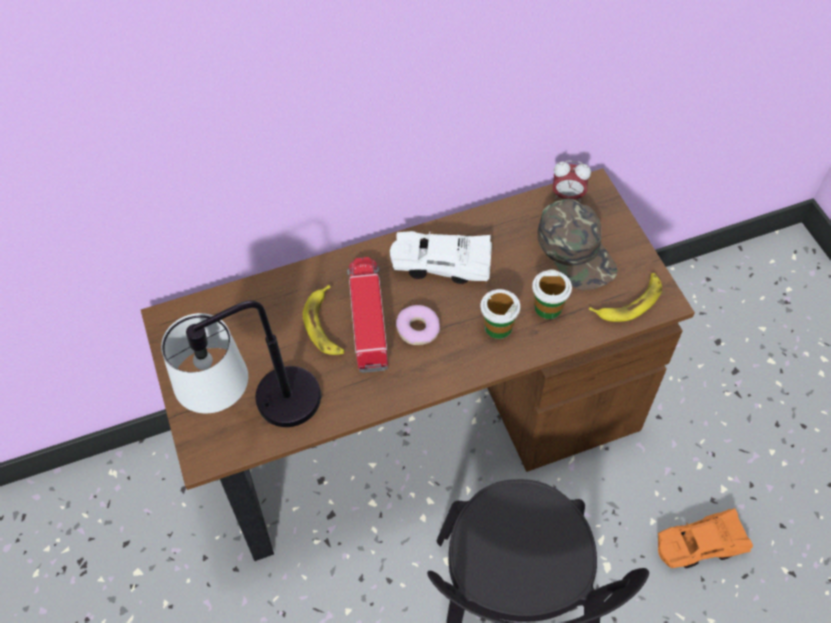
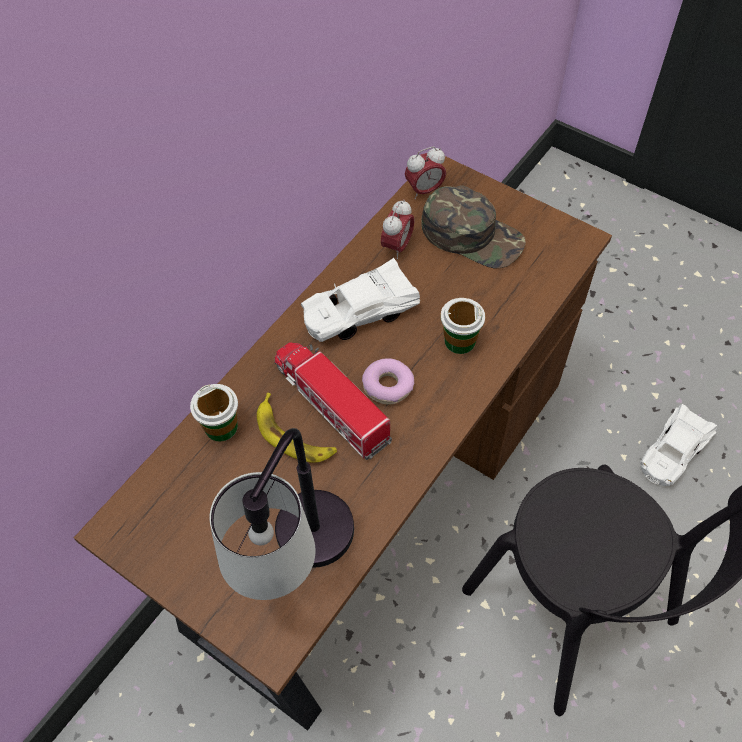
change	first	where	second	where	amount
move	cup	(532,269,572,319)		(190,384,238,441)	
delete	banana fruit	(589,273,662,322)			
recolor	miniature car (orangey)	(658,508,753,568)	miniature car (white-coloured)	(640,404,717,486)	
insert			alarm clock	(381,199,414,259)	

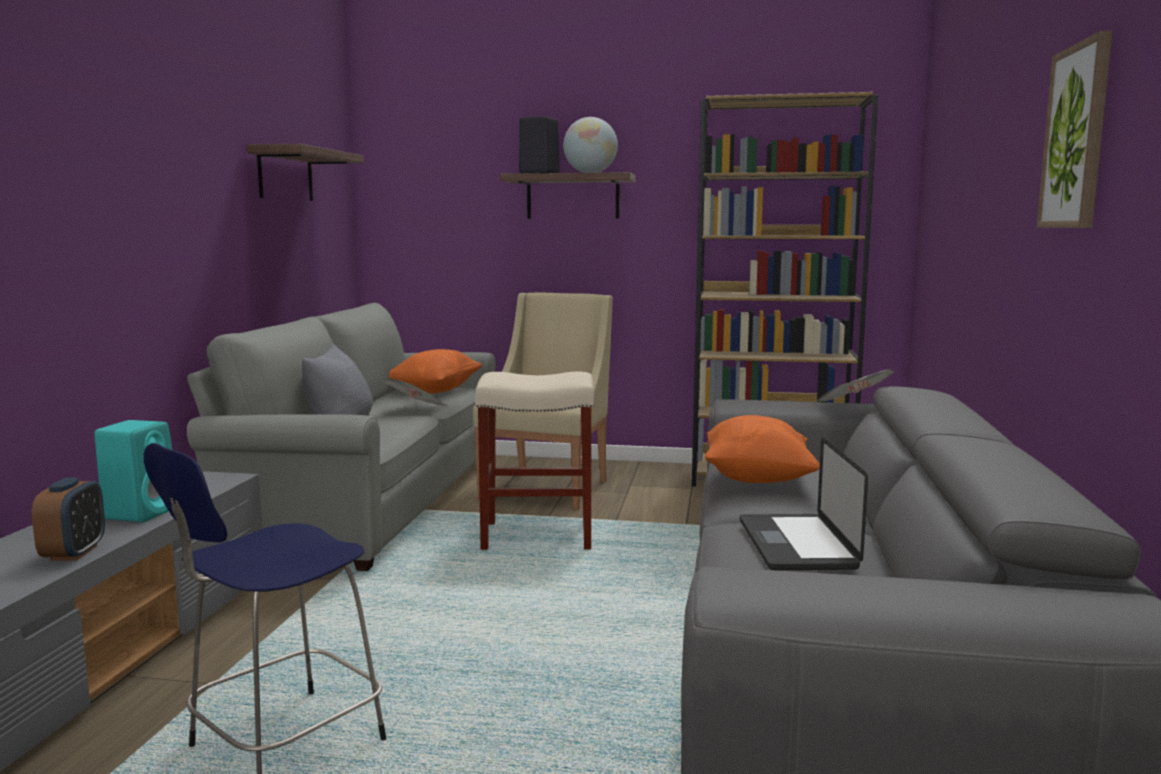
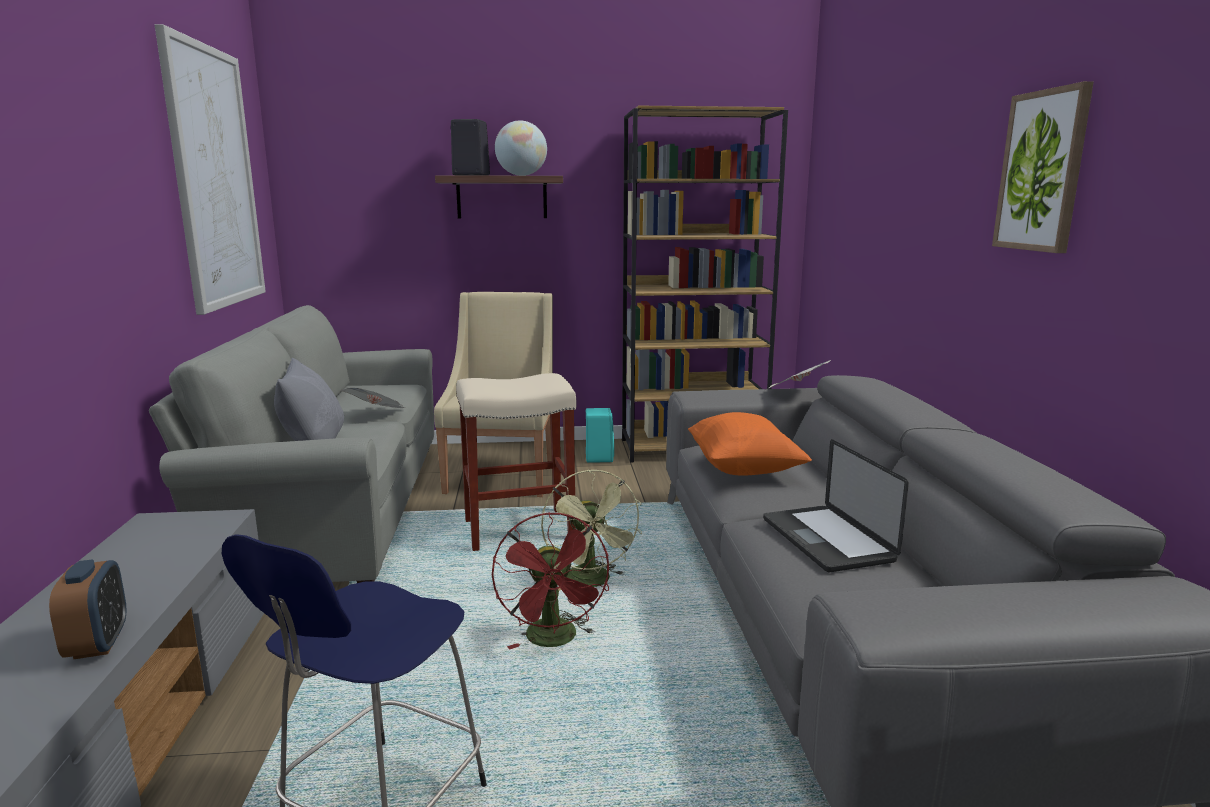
change	first	where	second	where	amount
replace	shelf	(247,144,364,201)	picture	(155,24,266,315)	
delete	throw pillow (orangey)	(389,349,482,393)			
move	loudspeaker (turquoise)	(94,420,172,522)		(586,408,614,463)	
insert			cooling fan (green)	(541,469,642,591)	
insert			cooling fan (red-coloured)	(492,512,609,649)	

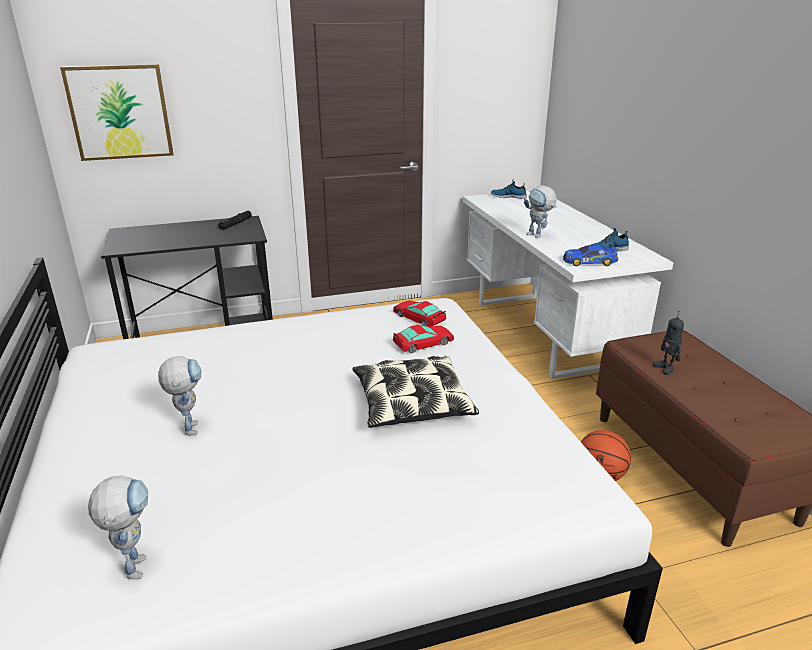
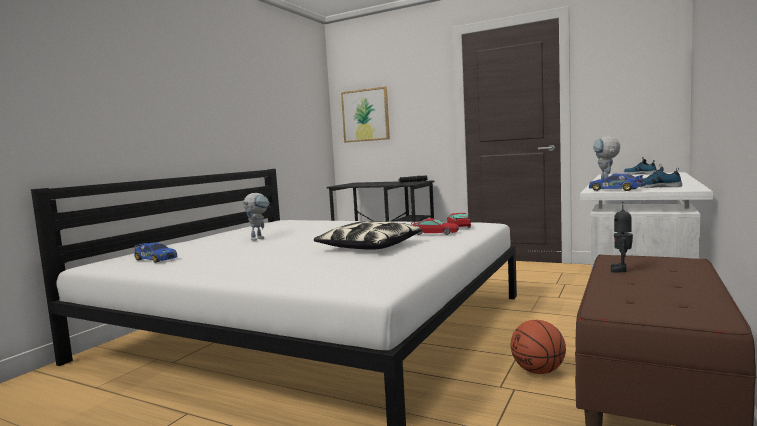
change	first	where	second	where	amount
replace	robot figure	(88,475,148,579)	miniature car	(134,242,177,263)	

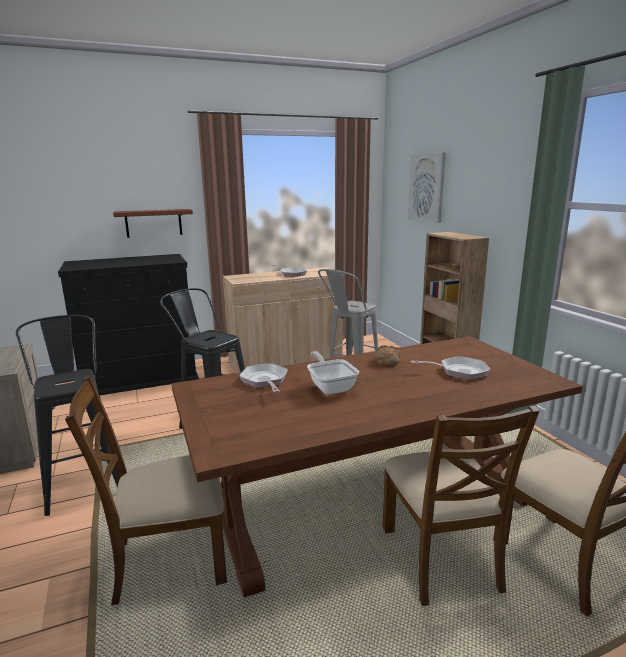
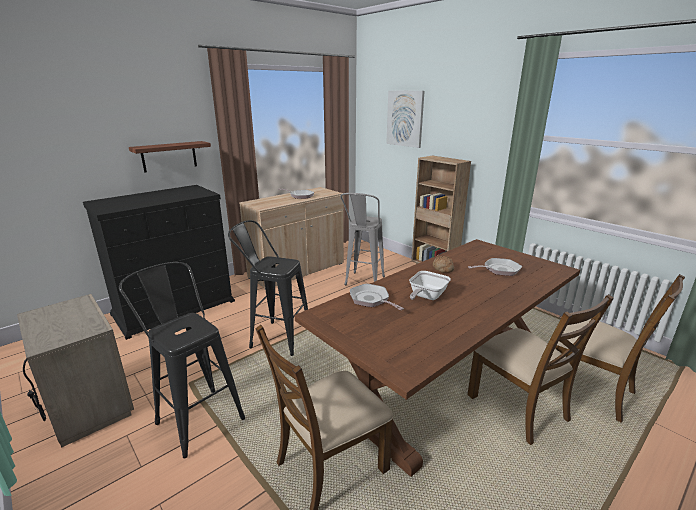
change	first	where	second	where	amount
rotate	frying pan	(307,351,359,395)		(409,271,451,300)	105 degrees counterclockwise

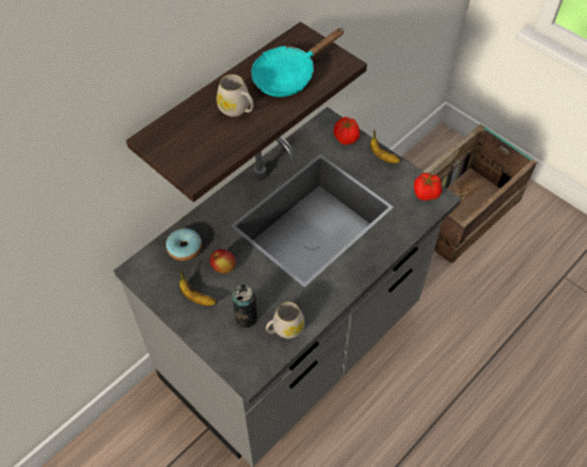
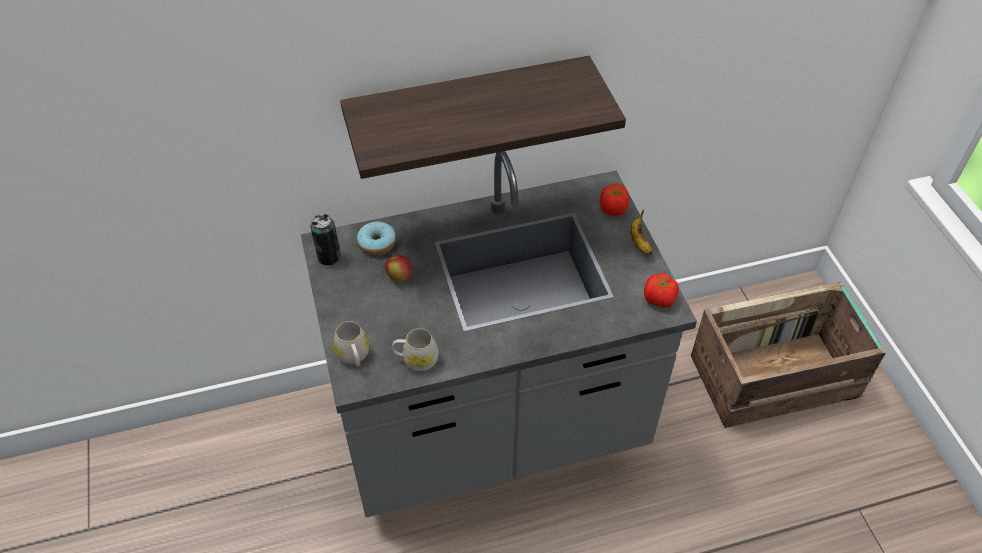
change	first	where	second	where	amount
delete	frying pan (turquoise)	(251,28,344,97)			
move	coffee mug (white-coloured)	(216,74,254,117)		(333,321,369,366)	
delete	banana fruit	(179,270,217,306)			
move	sealed can	(232,285,258,328)		(310,214,341,265)	

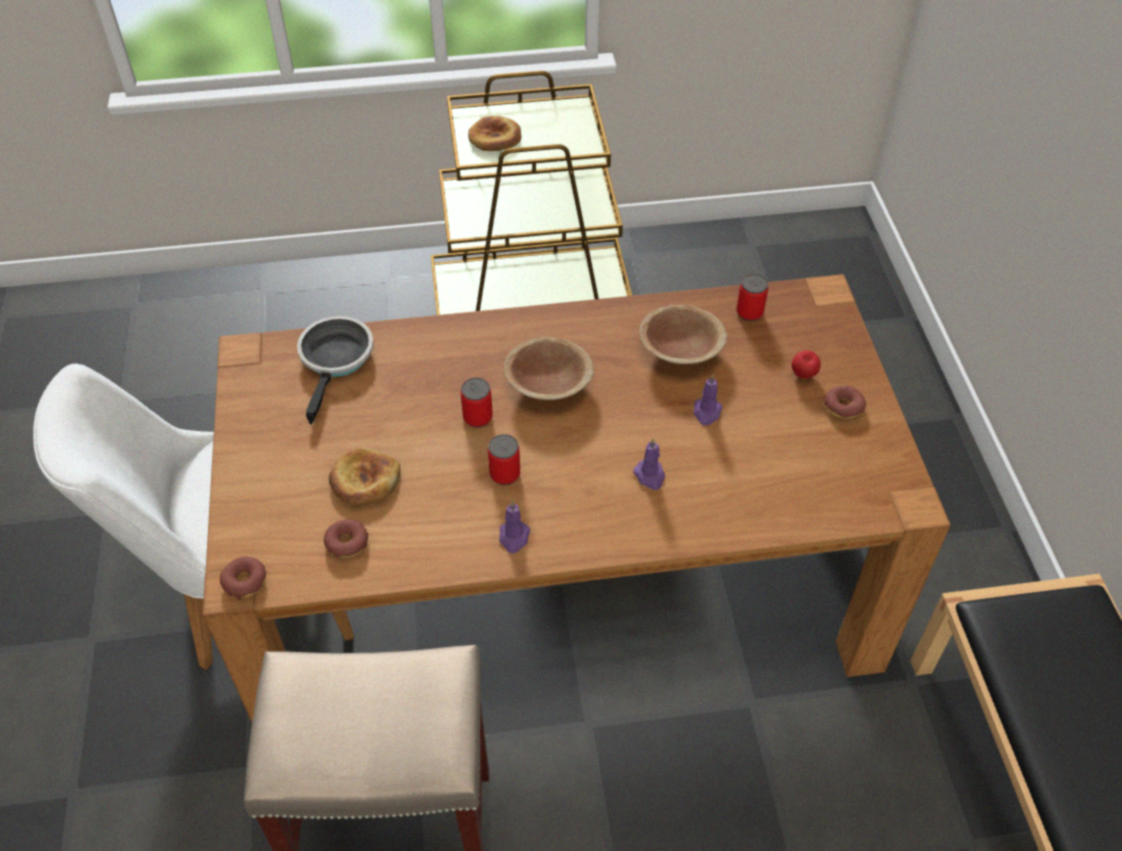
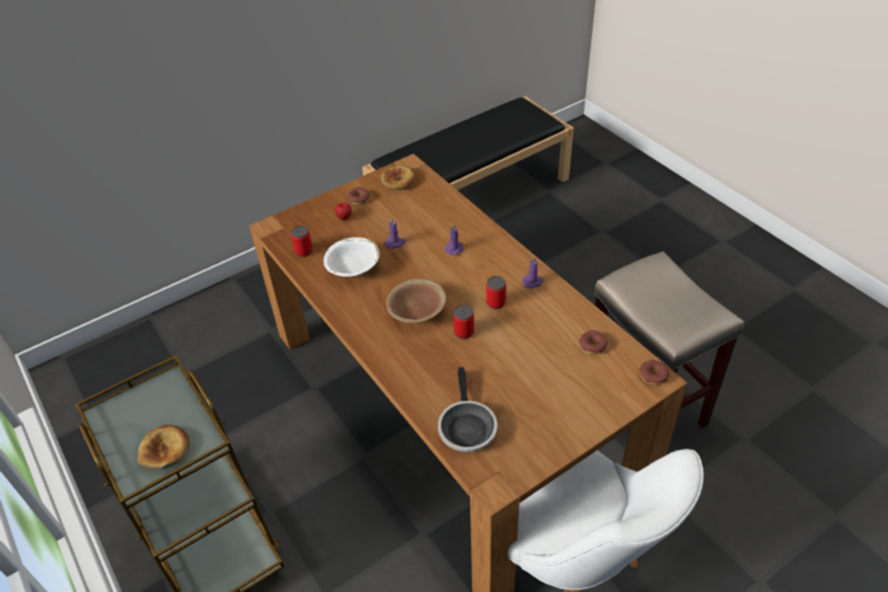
change	first	where	second	where	amount
recolor	serving bowl (brown)	(639,305,727,365)	serving bowl (white-coloured)	(323,237,380,277)	
rotate	frying pan	(297,316,374,424)		(438,367,497,452)	75 degrees counterclockwise
move	baked bread	(329,448,401,506)		(381,166,417,190)	

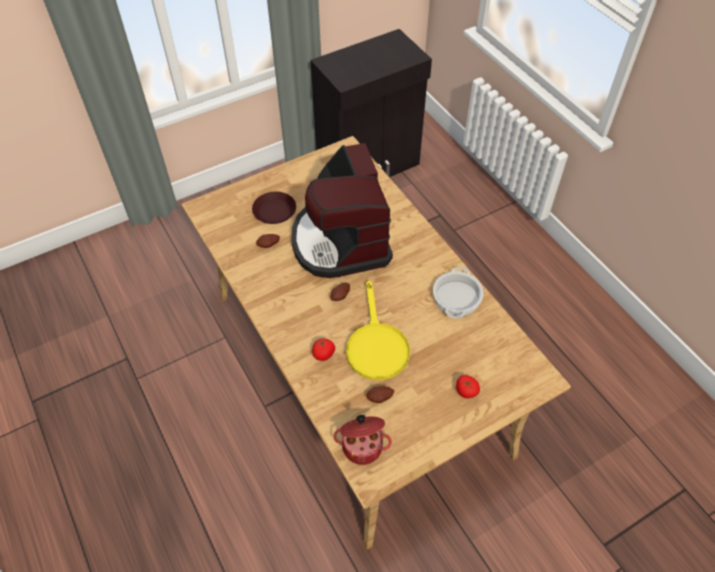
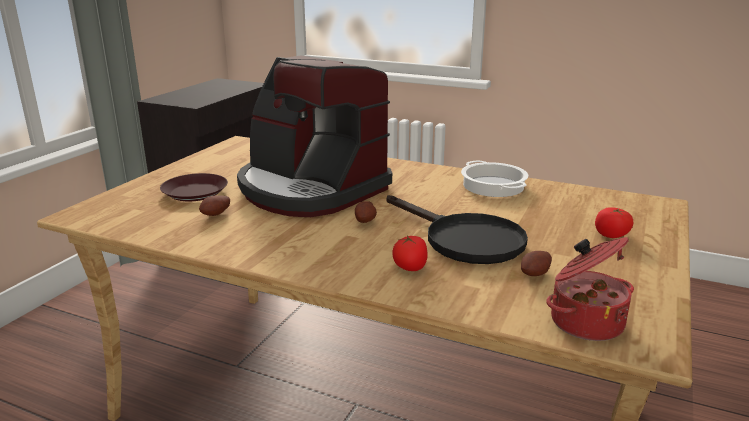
change	first	where	second	where	amount
recolor	frying pan (yellow-coloured)	(346,281,410,380)	frying pan (black)	(387,195,528,264)	

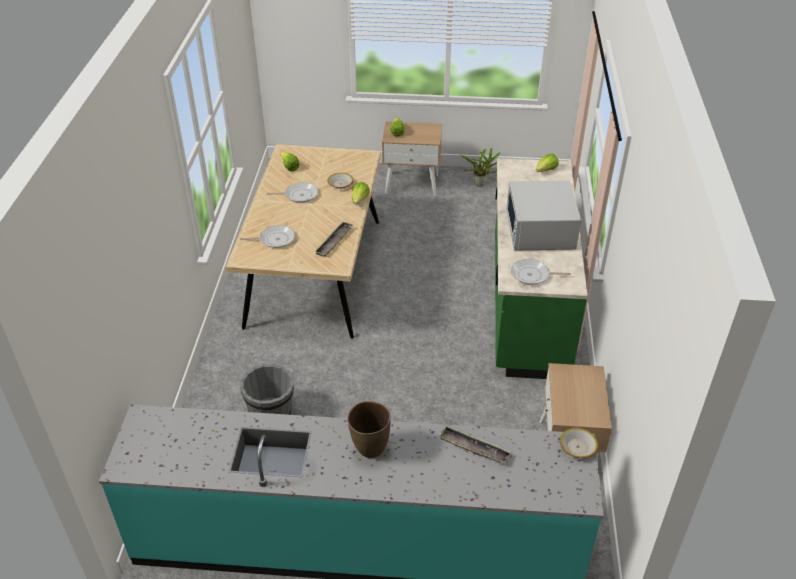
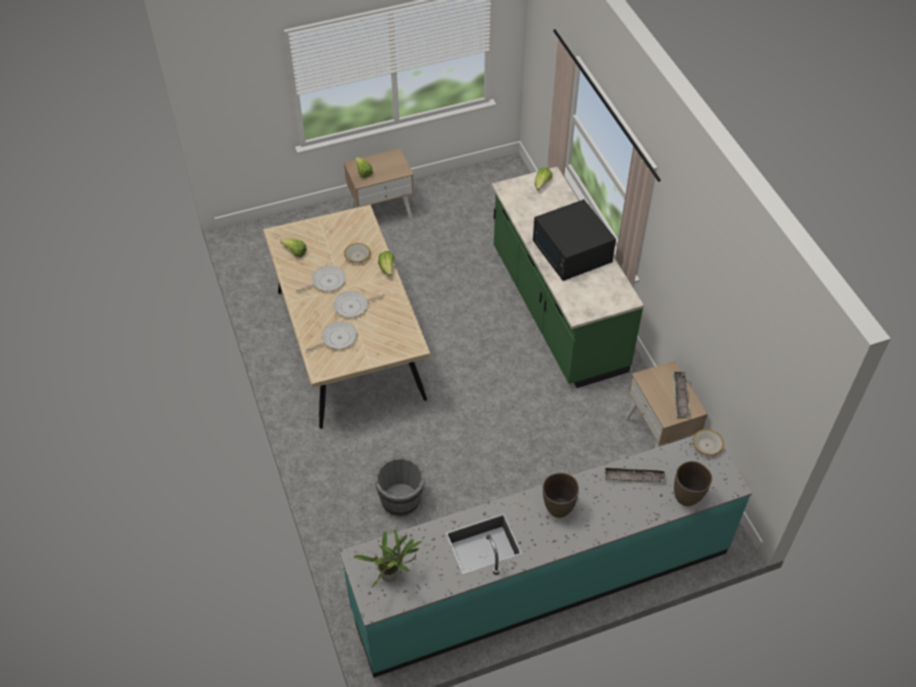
change	first	where	second	where	amount
move	houseplant	(460,148,501,187)		(353,529,423,588)	
recolor	kitchen microwave (white-coloured)	(506,181,581,250)	kitchen microwave (black)	(533,199,616,281)	
move	carrying tray	(314,222,353,257)		(672,372,690,418)	
move	frying pan	(511,259,571,285)		(334,291,385,317)	
insert			decorative vase (brown)	(674,461,712,506)	

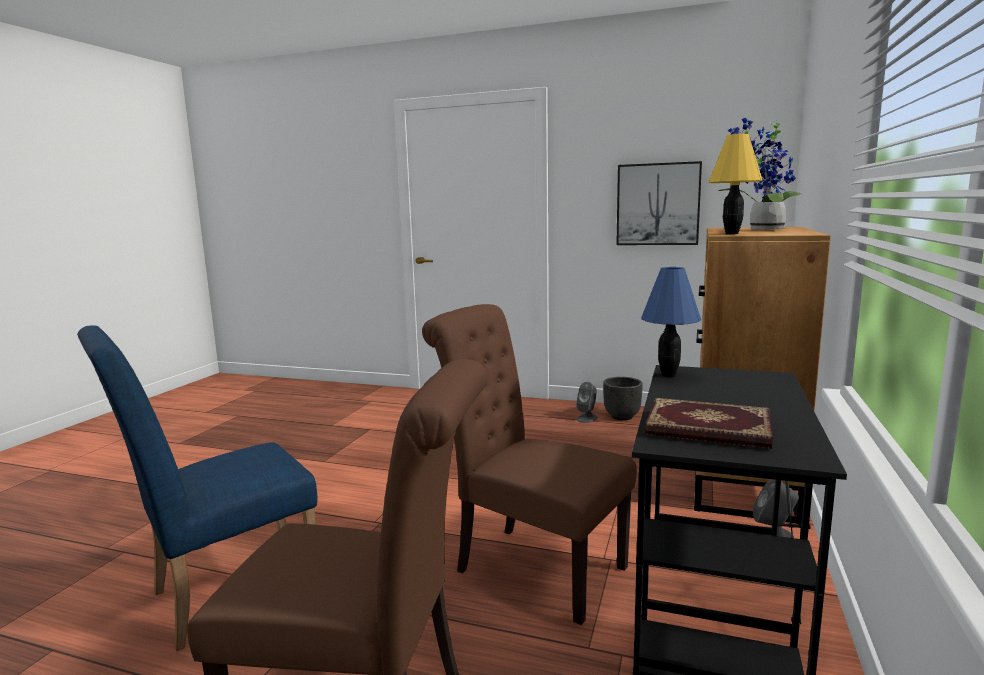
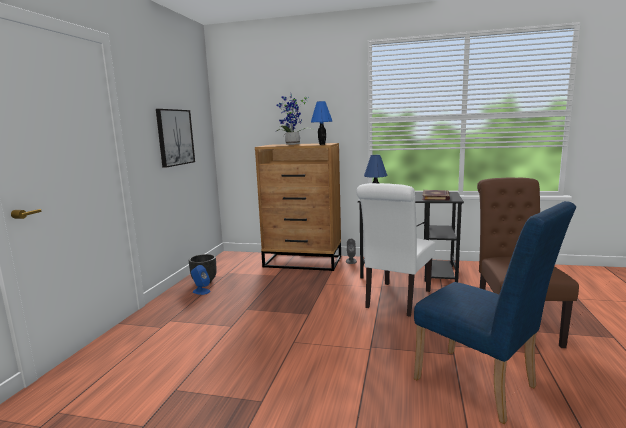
change	first	where	second	where	amount
recolor	table lamp (yellow-coloured)	(708,134,763,234)	table lamp (blue-coloured)	(311,101,332,145)	
recolor	upright chair (brown)	(422,304,637,625)	upright chair (white-coloured)	(356,183,436,317)	
recolor	loudspeaker (greyish)	(576,382,598,423)	loudspeaker (blue-coloured)	(191,265,210,295)	

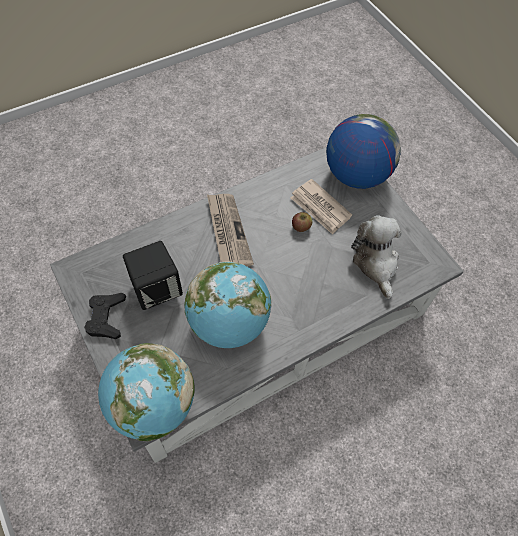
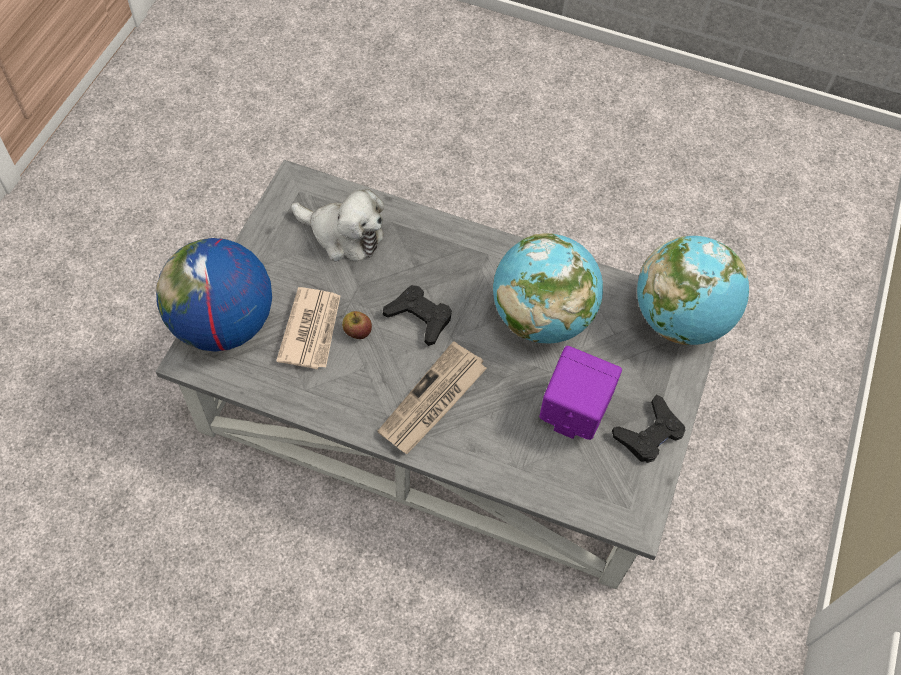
change	first	where	second	where	amount
rotate	cuddly toy	(351,215,402,299)		(291,189,384,261)	105 degrees counterclockwise
recolor	loudspeaker (black)	(123,241,183,310)	loudspeaker (purple)	(539,346,622,440)	
insert			game controller (black)	(383,285,452,346)	

